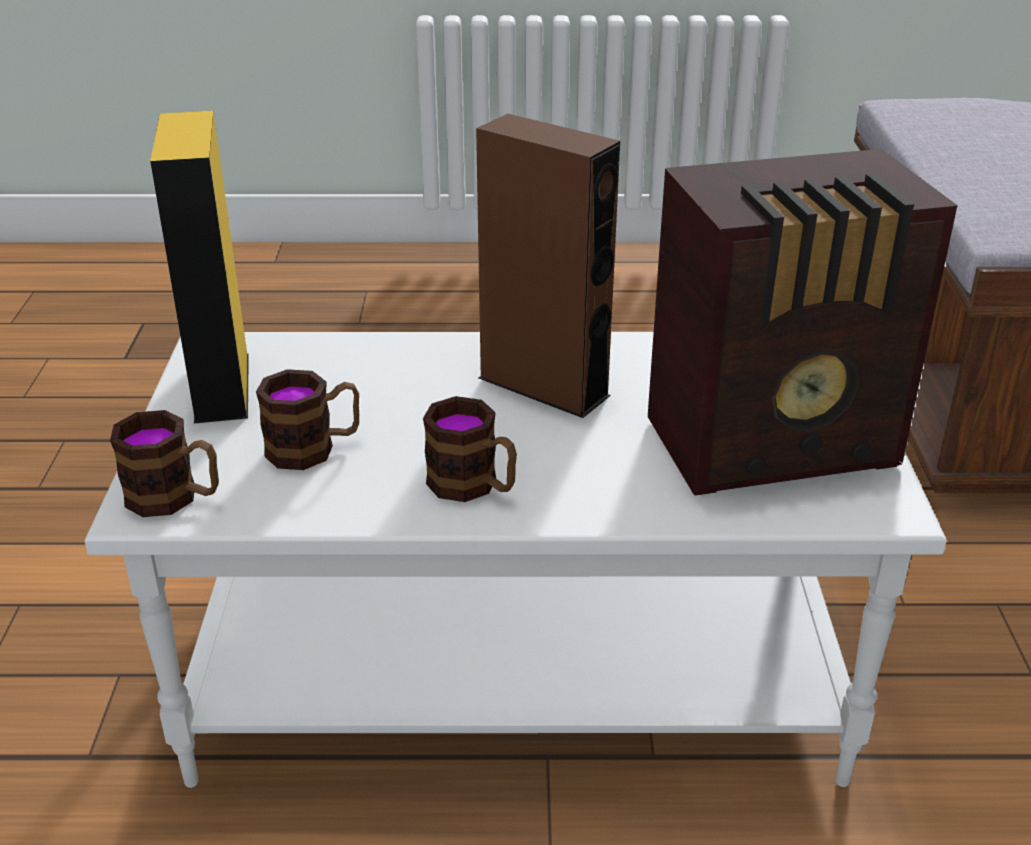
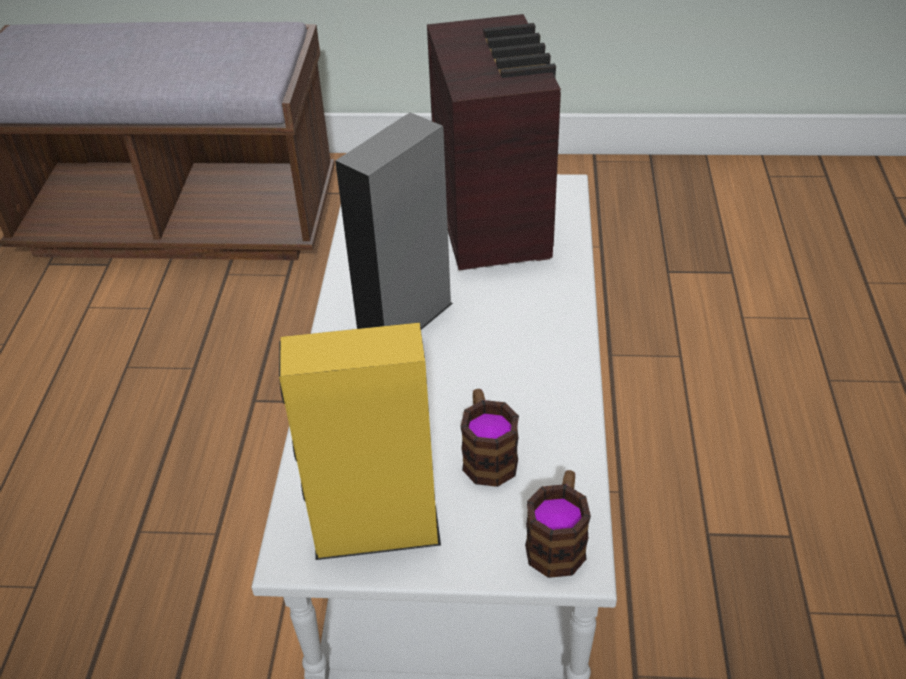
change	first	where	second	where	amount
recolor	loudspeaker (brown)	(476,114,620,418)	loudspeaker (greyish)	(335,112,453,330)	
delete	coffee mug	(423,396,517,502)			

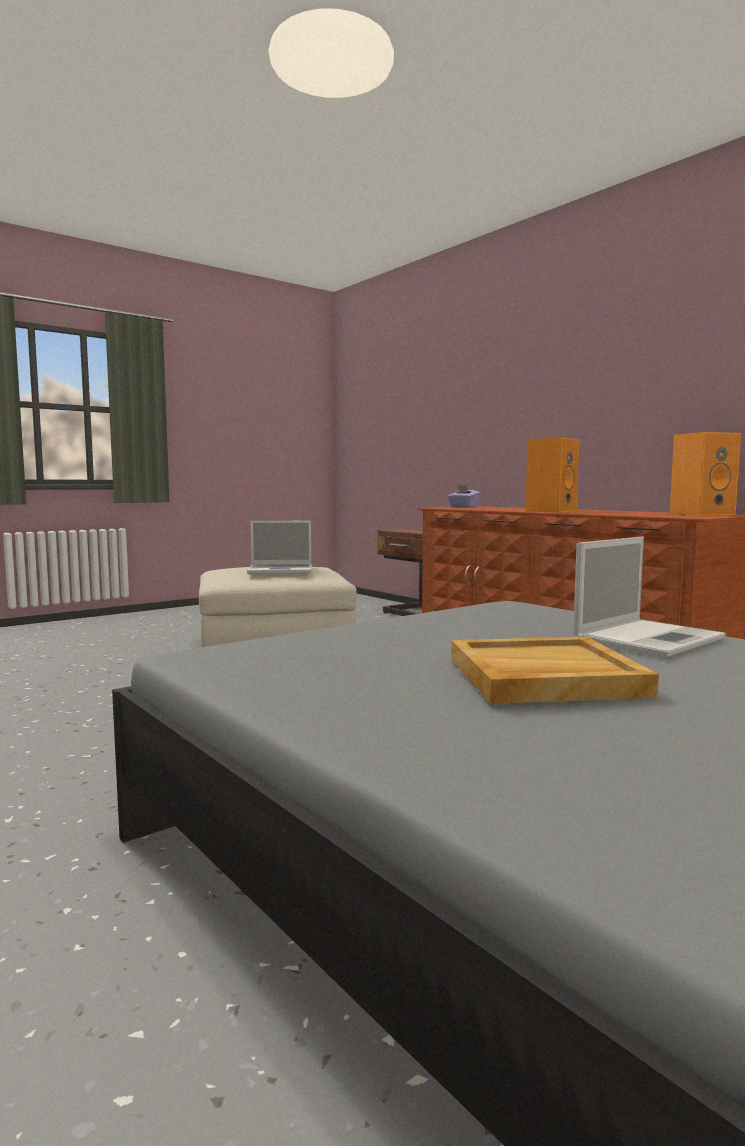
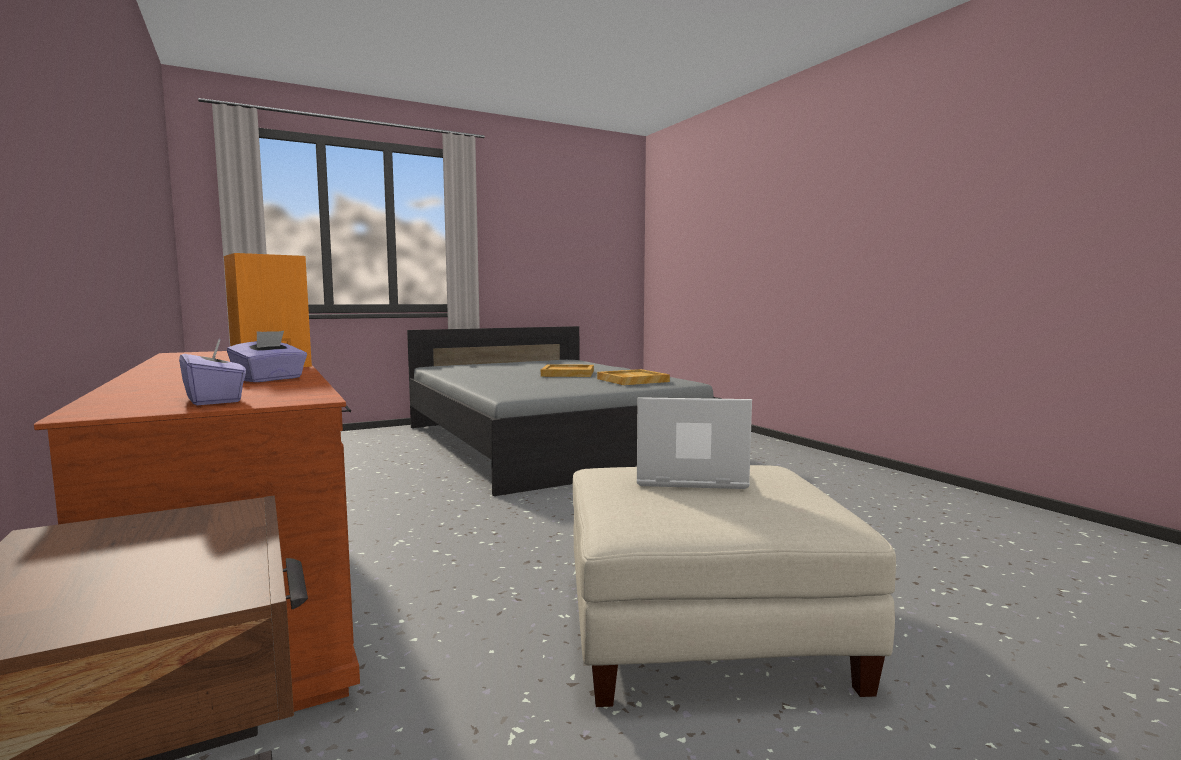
change	first	where	second	where	amount
delete	loudspeaker (orangey)	(670,432,741,516)			
delete	portable computer	(573,537,726,658)			
insert			tissue holder (purple)	(227,331,307,382)	
insert			carrying tray (beige-coloured)	(597,369,670,385)	

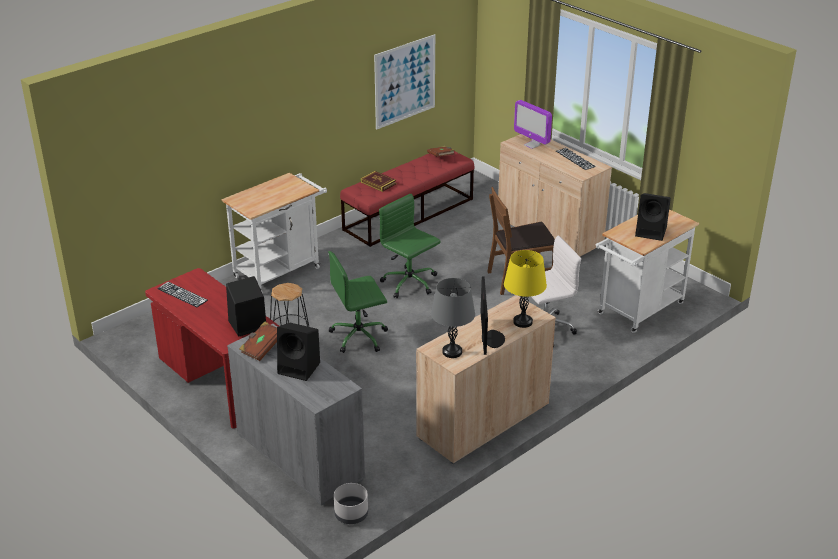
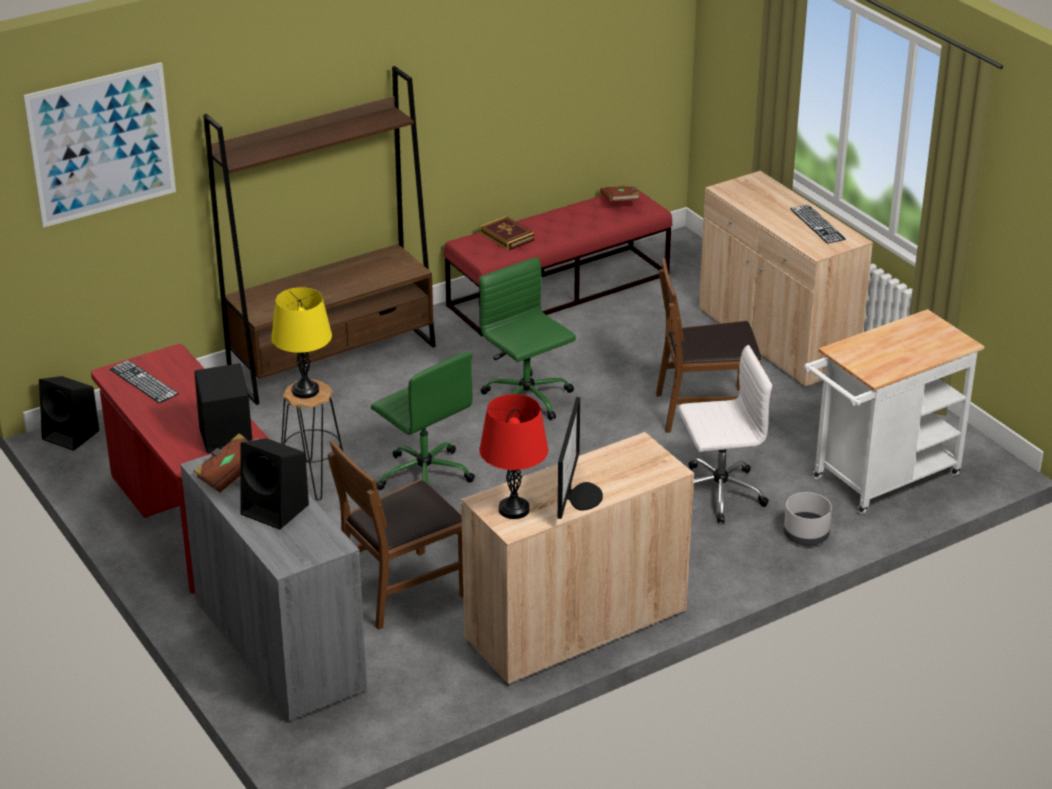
change	first	where	second	where	amount
move	picture	(374,34,435,130)		(23,62,176,228)	
delete	monitor	(514,100,552,149)			
replace	wheeled cart (white-coloured)	(222,173,327,294)	bookshelf (brown)	(203,66,436,405)	
move	loudspeaker (black)	(635,193,671,241)		(39,376,99,451)	
move	table lamp (yellow-coloured)	(504,250,547,328)		(271,287,332,399)	
rotate	office chair (green)	(328,251,388,353)		(371,352,475,490)	120 degrees counterclockwise
recolor	table lamp (greyish)	(431,278,475,358)	table lamp (red-coloured)	(479,394,548,519)	
move	flower pot (greyish)	(334,483,368,524)		(784,492,832,545)	
insert			upright chair (brown)	(328,440,463,630)	

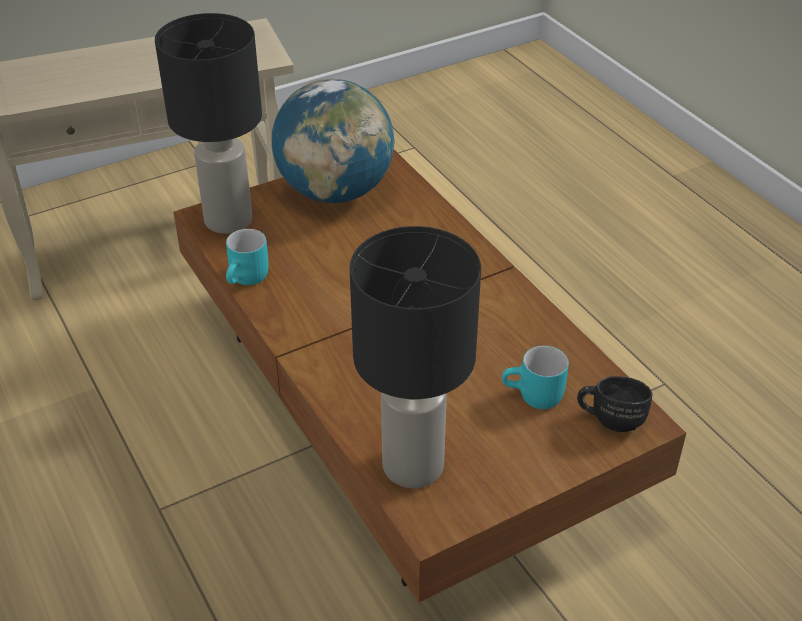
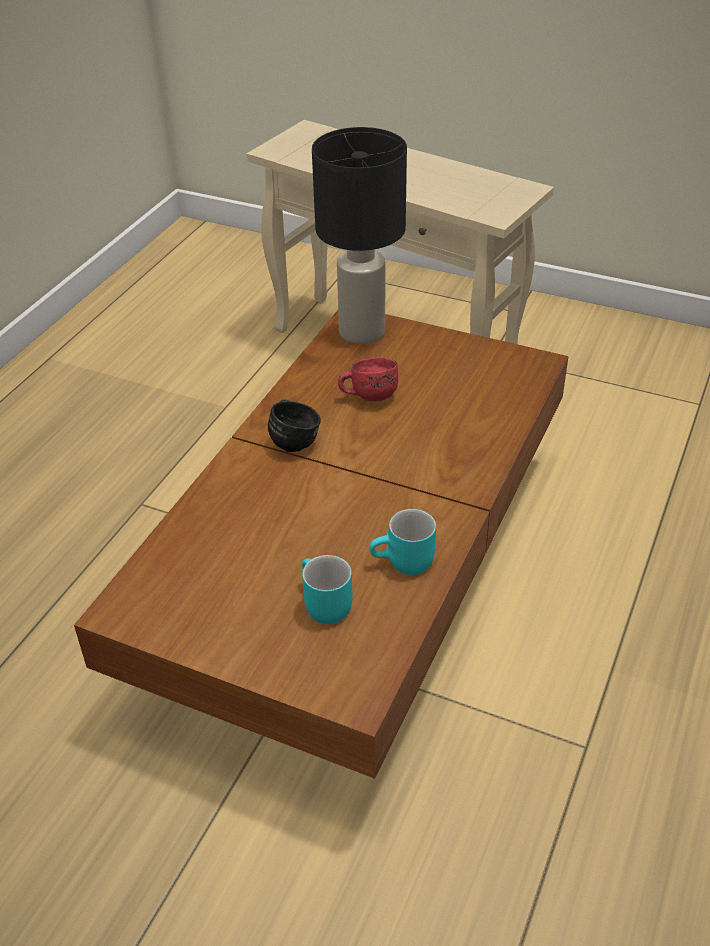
change	first	where	second	where	amount
delete	globe	(272,78,394,203)			
delete	table lamp (black)	(350,226,481,488)			
move	coffee mug (turquoise)	(226,229,268,285)		(369,509,436,575)	
move	coffee mug (black)	(577,376,653,432)		(268,400,321,452)	
insert			coffee mug (red-coloured)	(338,357,398,401)	

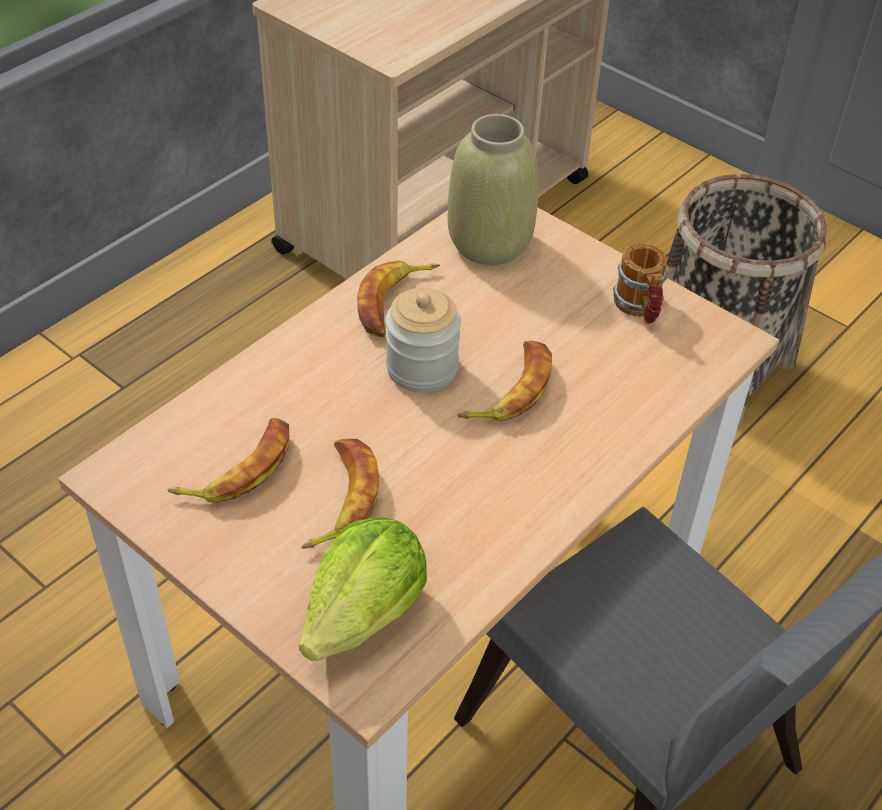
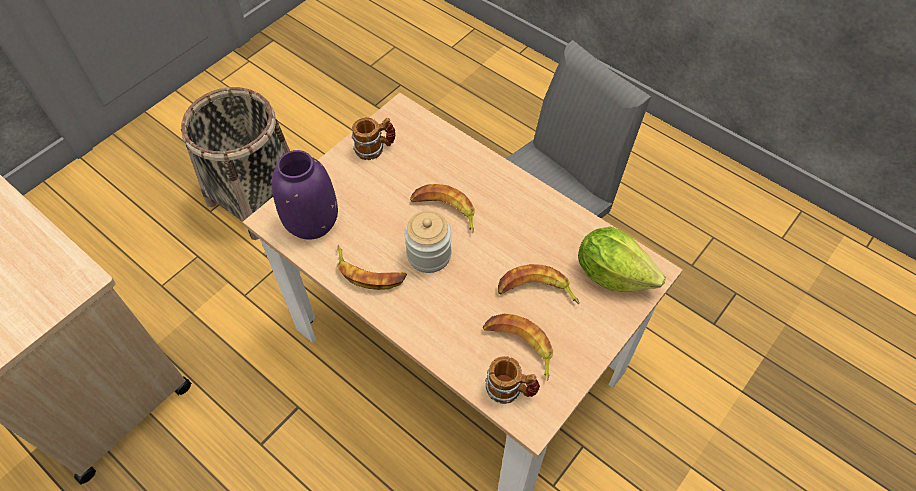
change	first	where	second	where	amount
recolor	decorative vase (beige-coloured)	(448,114,538,265)	decorative vase (purple)	(272,150,338,240)	
insert			coffee mug	(485,356,540,404)	

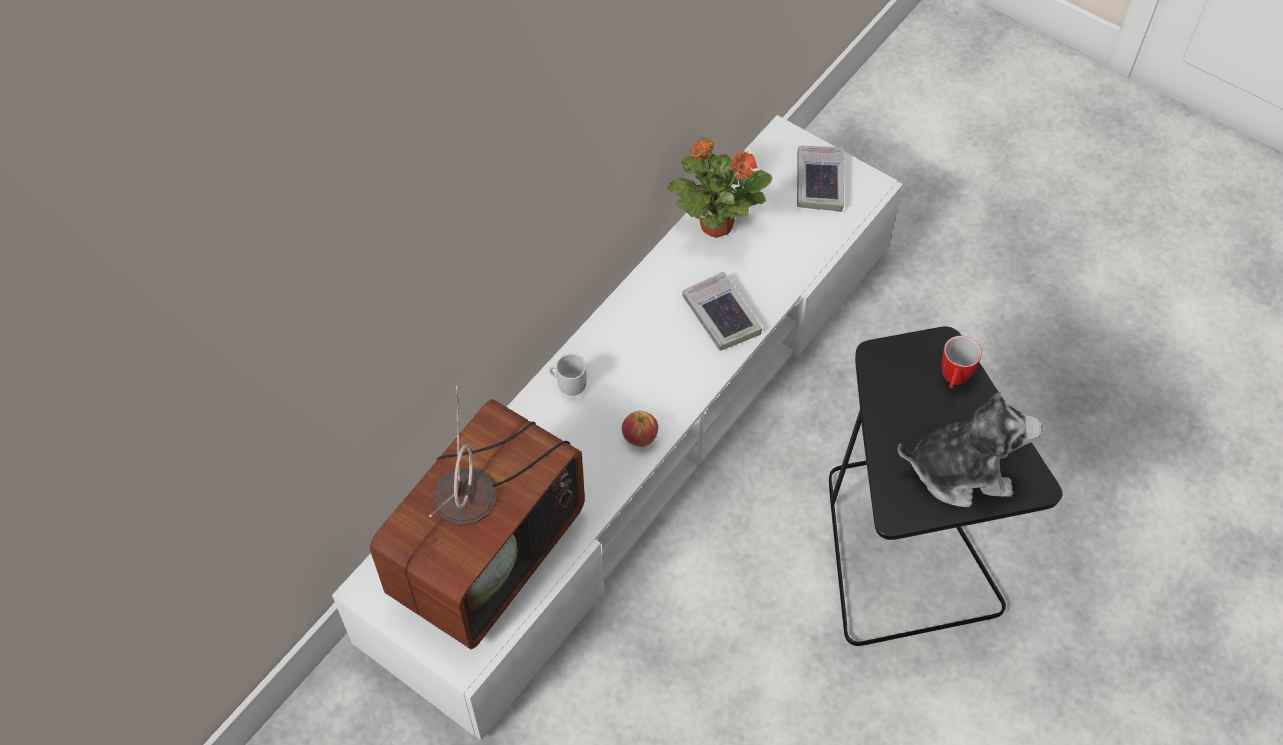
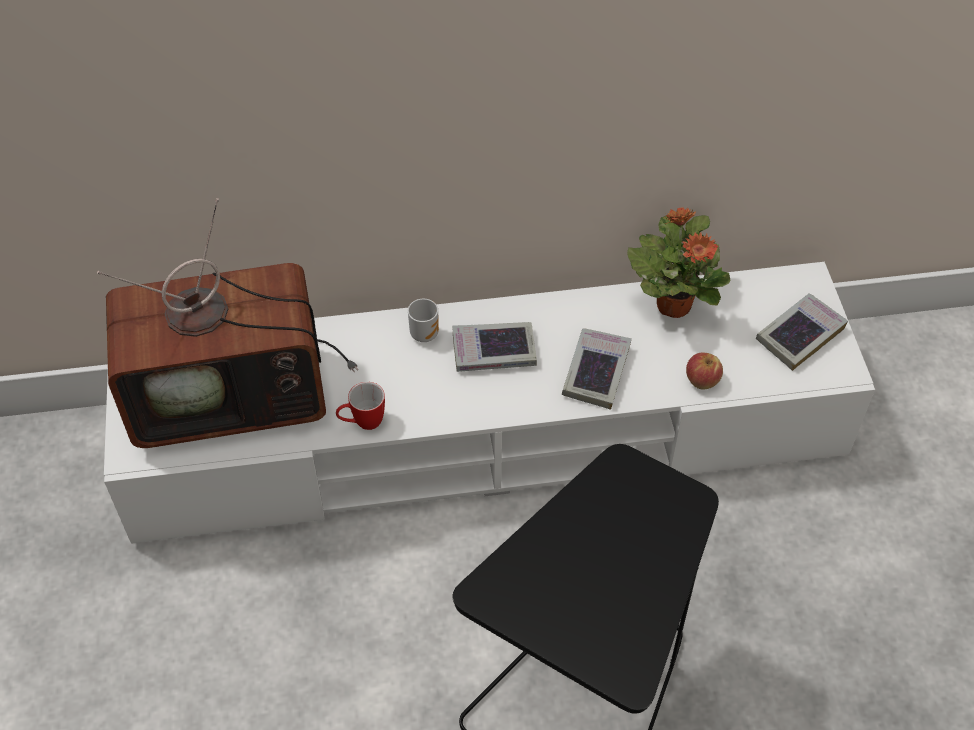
change	first	where	second	where	amount
move	coffee mug	(942,336,982,388)		(336,382,385,430)	
delete	cuddly toy	(897,392,1043,507)			
move	apple	(622,411,658,447)		(686,352,723,390)	
insert			volume	(452,322,537,372)	

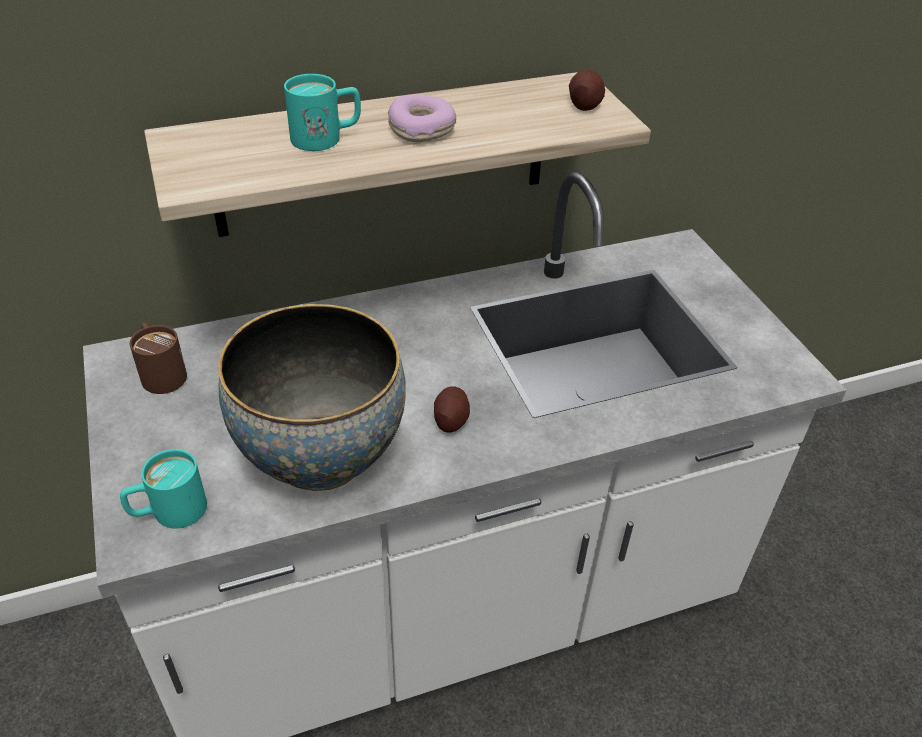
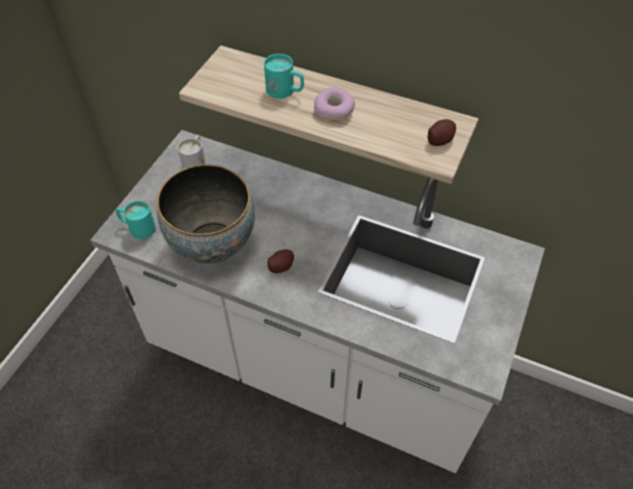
change	first	where	second	where	amount
recolor	coffee mug (brown)	(129,322,187,394)	coffee mug (white-coloured)	(178,135,205,169)	

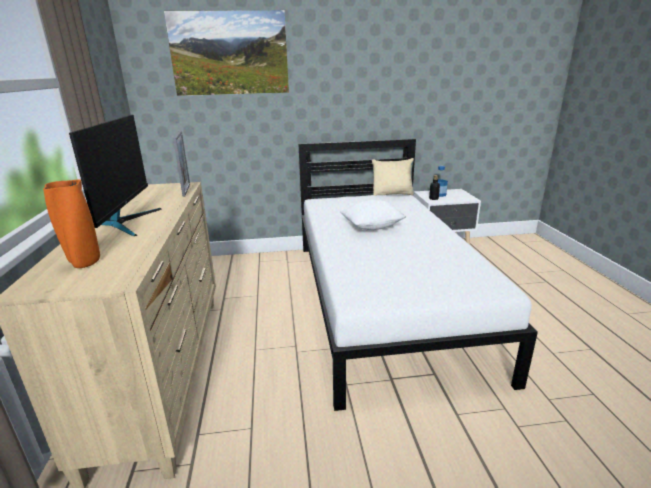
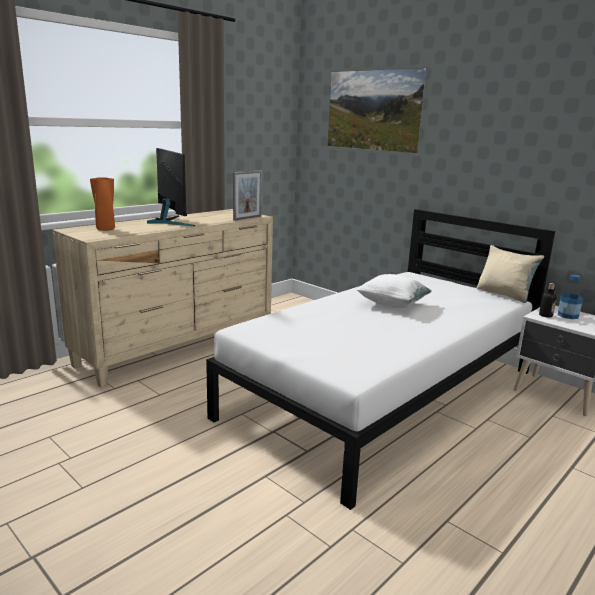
change	first	where	second	where	amount
rotate	monitor	(69,115,162,236)		(147,148,195,226)	75 degrees counterclockwise

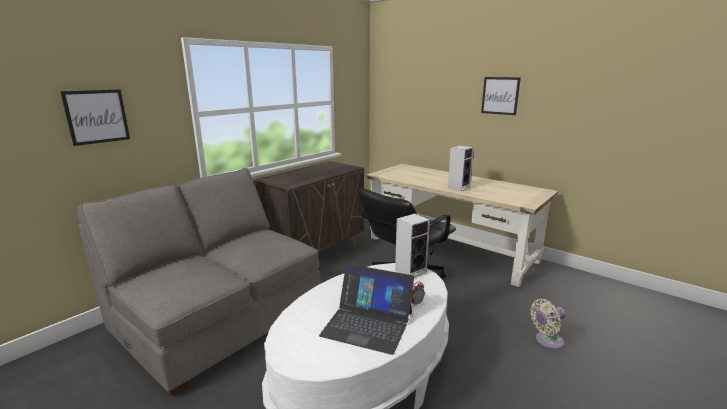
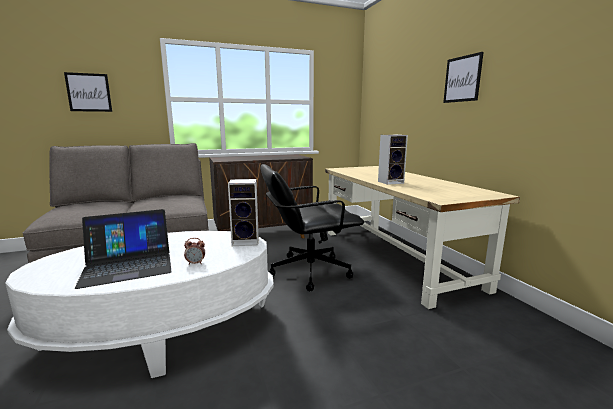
change	first	where	second	where	amount
rotate	portable computer	(319,264,414,355)		(74,209,172,289)	75 degrees counterclockwise
delete	cooling fan (beige-coloured)	(530,299,566,350)			

